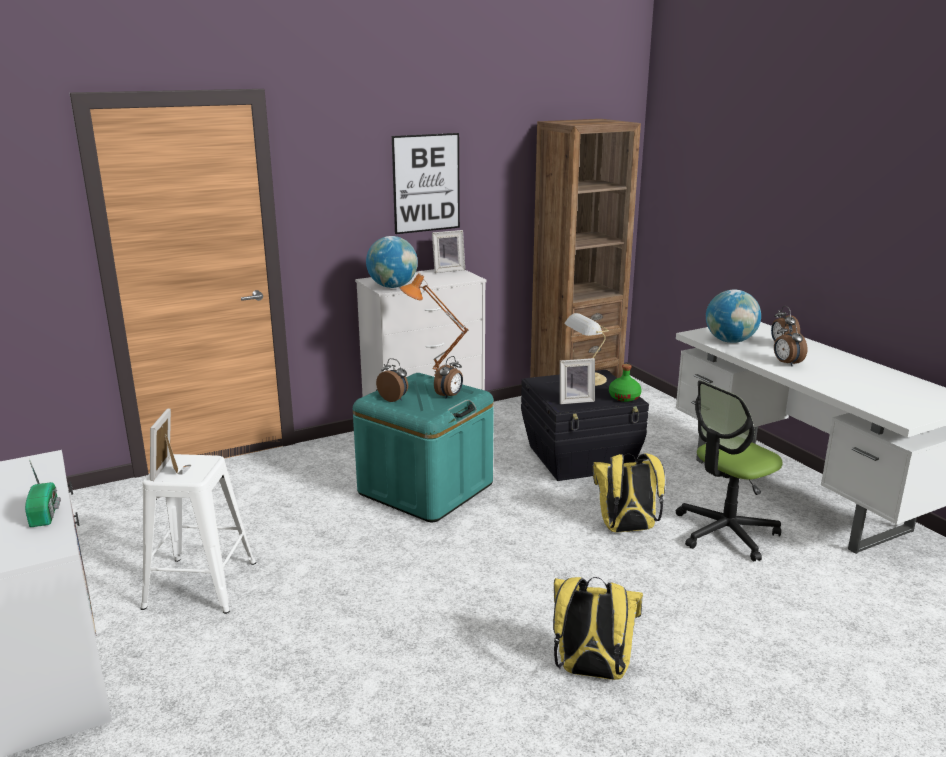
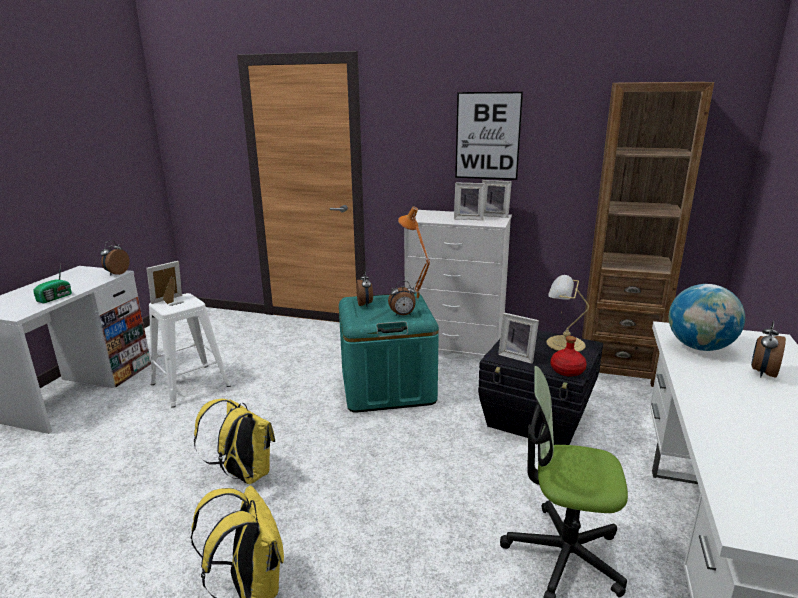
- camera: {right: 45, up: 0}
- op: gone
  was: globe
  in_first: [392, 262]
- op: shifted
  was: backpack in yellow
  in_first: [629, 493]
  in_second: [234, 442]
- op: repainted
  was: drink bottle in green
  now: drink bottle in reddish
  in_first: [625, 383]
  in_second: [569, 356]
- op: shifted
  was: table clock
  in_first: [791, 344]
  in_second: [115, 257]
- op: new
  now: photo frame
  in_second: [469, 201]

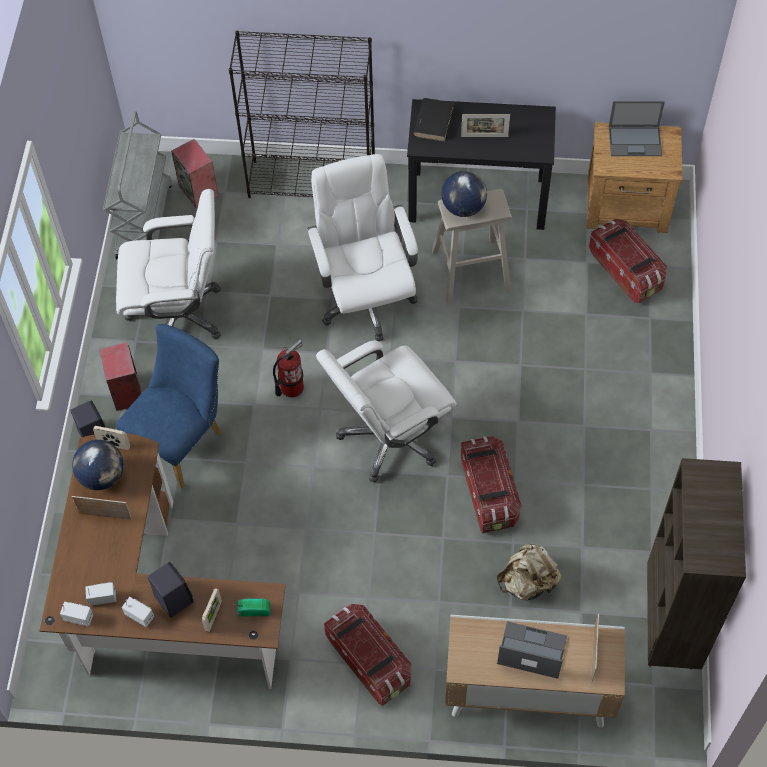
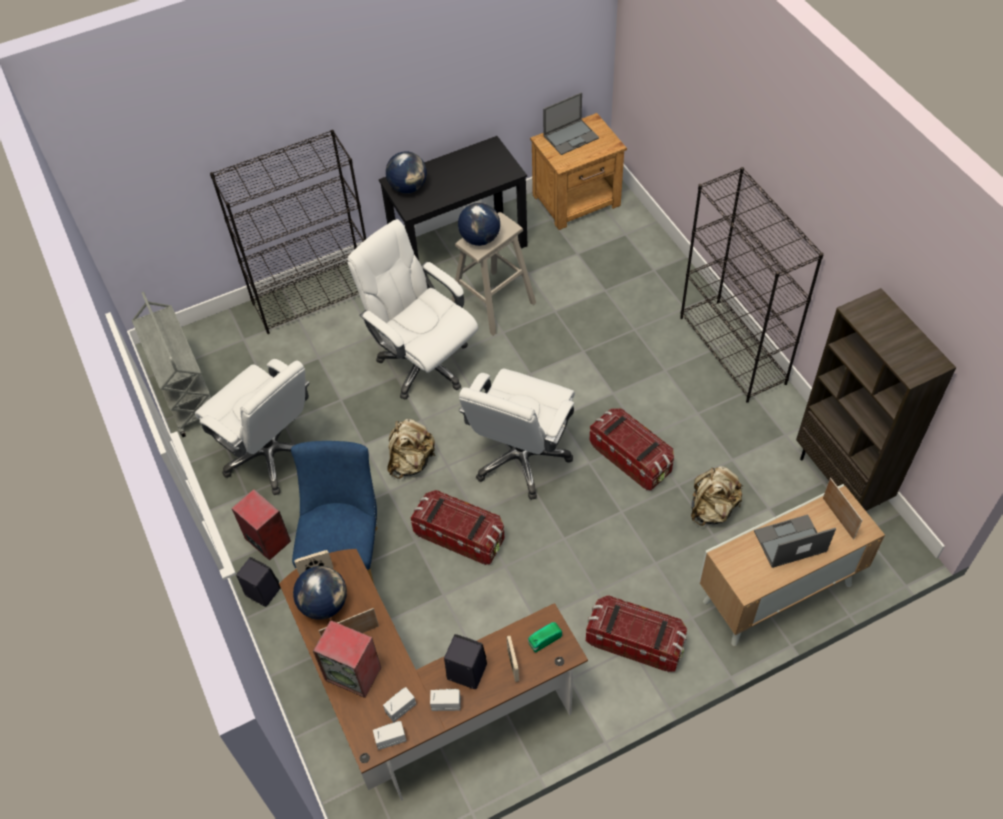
- camera: {right: -30, up: -5}
- op: rotated
  was: office chair in whitish
  in_first: [168, 264]
  in_second: [252, 427]
  clockwise: 75
- op: shifted
  was: speaker
  in_first: [195, 173]
  in_second: [347, 659]
- op: swapped
  was: fire-fighting cylinder
  now: backpack in beige
  in_first: [288, 368]
  in_second: [411, 449]
- op: swapped
  was: book in blackish
  now: globe
  in_first: [433, 120]
  in_second: [406, 172]
- op: gone
  was: photo frame
  in_first: [485, 125]
- op: shifted
  was: storage box
  in_first: [628, 261]
  in_second: [458, 527]
- op: new
  now: bookcase in blackish
  in_second: [752, 285]

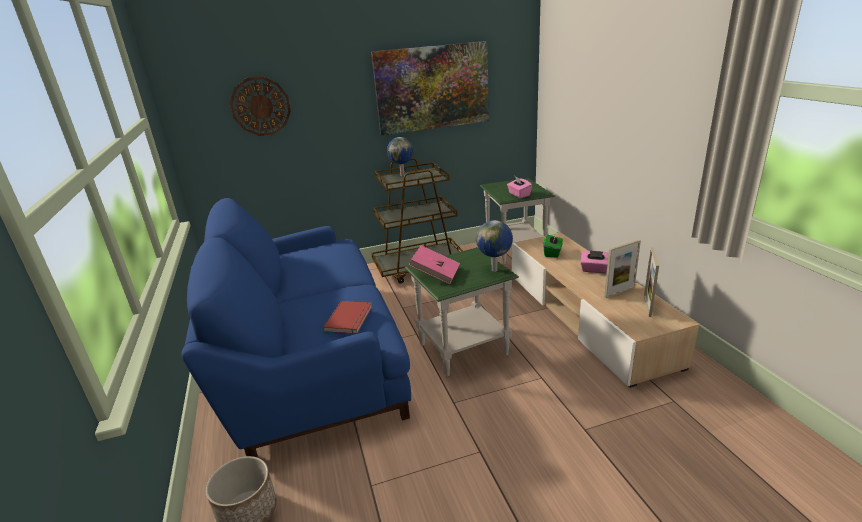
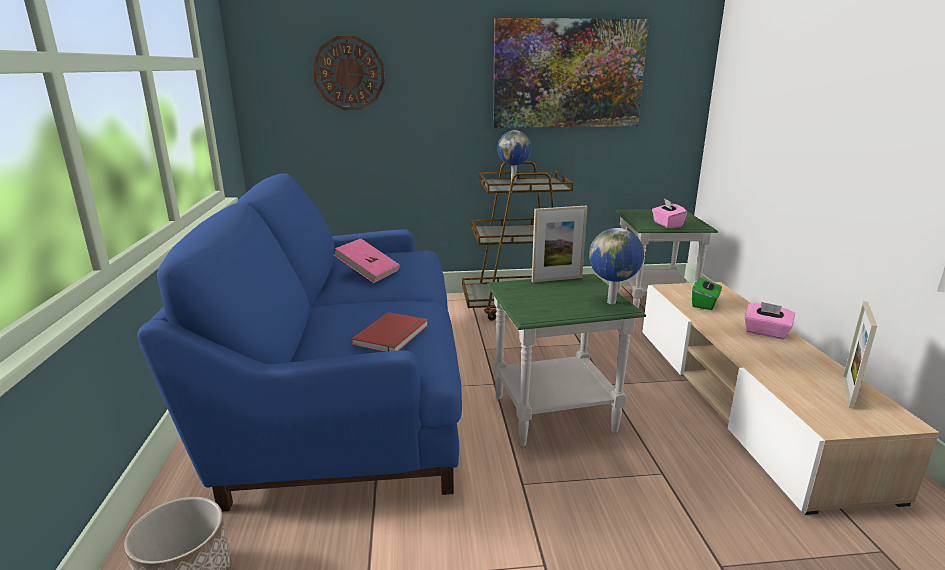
- camera: {right: 10, up: -5}
- op: shifted
  was: book in pinkish
  in_first: [434, 264]
  in_second: [367, 260]
- op: shifted
  was: photo frame
  in_first: [622, 269]
  in_second: [559, 244]

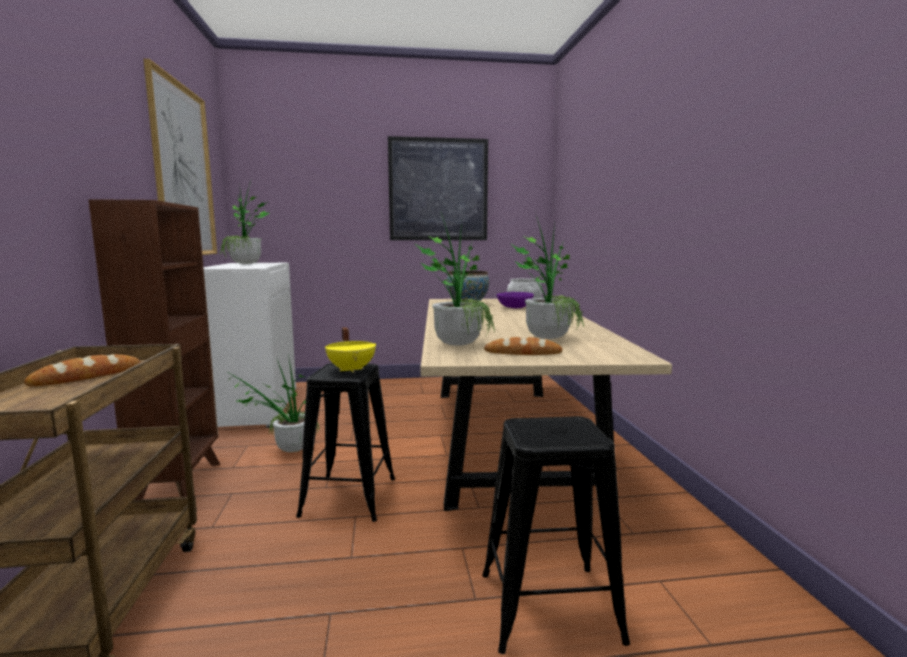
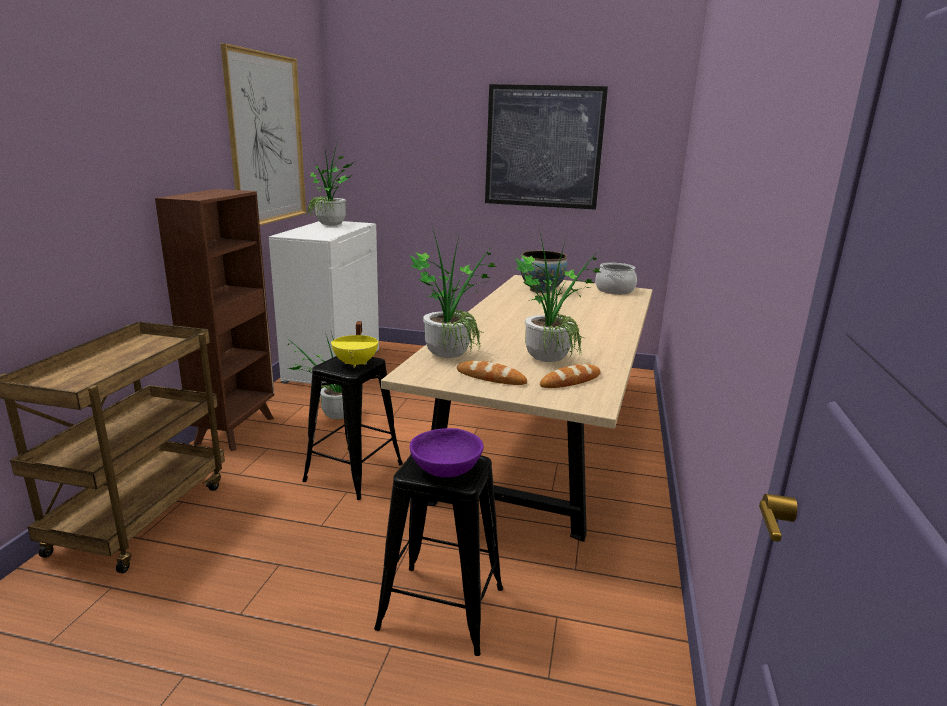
- camera: {right: 20, up: 10}
- op: shifted
  was: bakery bread
  in_first: [82, 370]
  in_second: [570, 376]
- op: shifted
  was: deep dish in purple
  in_first: [515, 300]
  in_second: [447, 452]

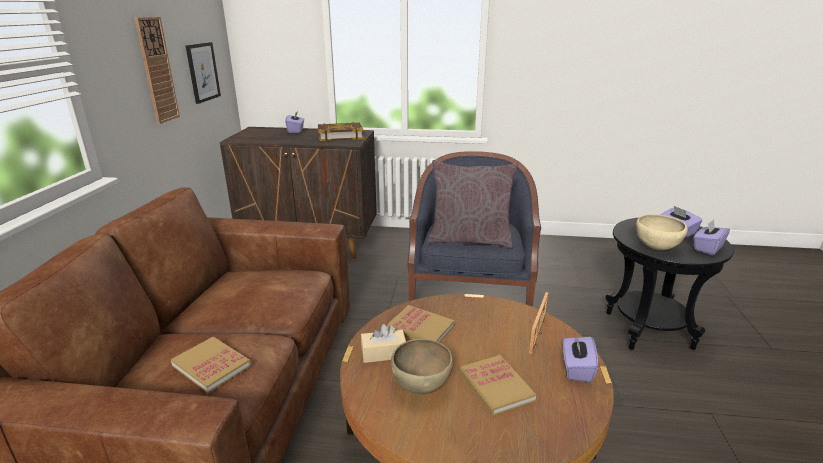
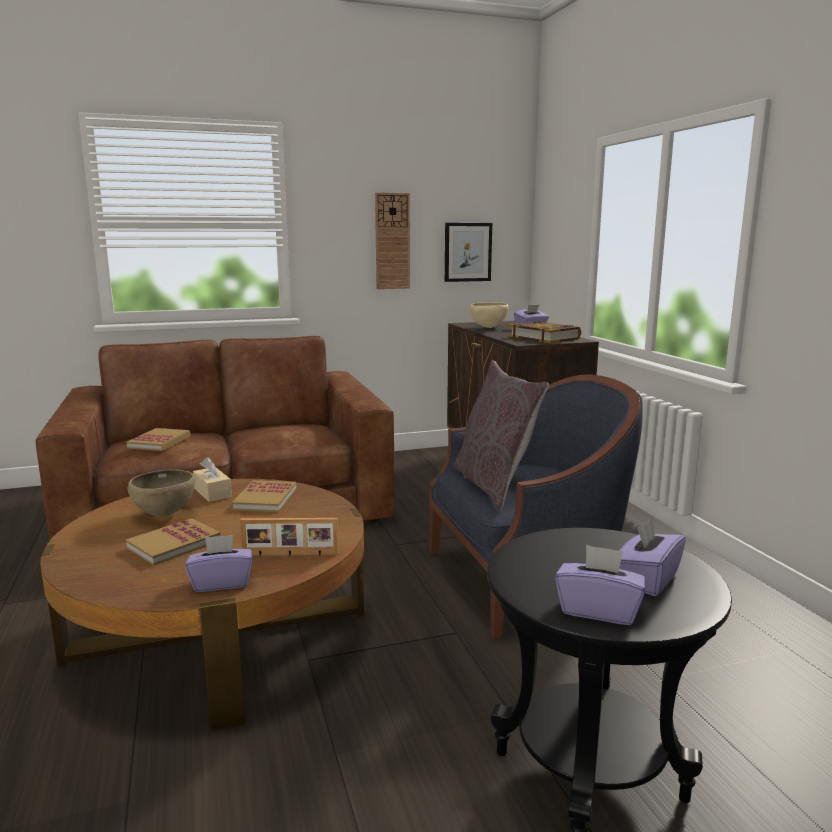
- camera: {right: 65, up: -10}
- op: shifted
  was: deep dish in beige
  in_first: [662, 232]
  in_second: [489, 315]

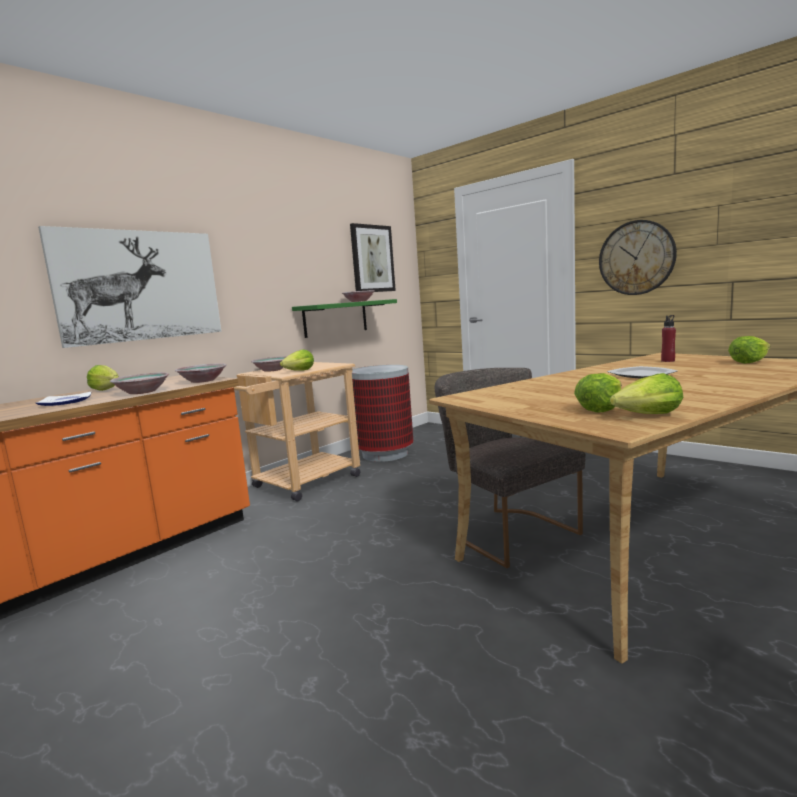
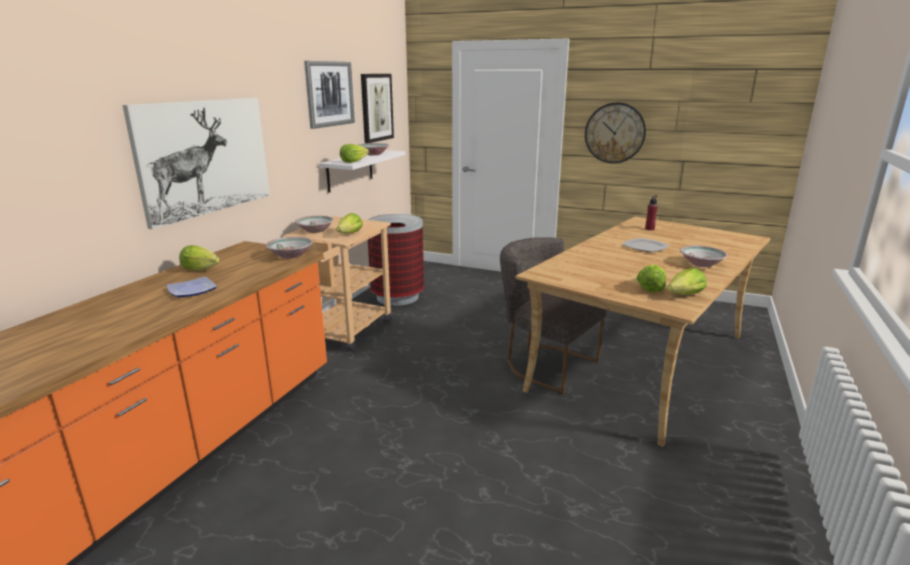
- camera: {right: -20, up: 10}
- op: shifted
  was: deep dish
  in_first: [139, 383]
  in_second: [704, 256]
- op: repainted
  was: wall shelf in green
  now: wall shelf in whitish
  in_first: [344, 318]
  in_second: [362, 171]
- op: shifted
  was: lettuce
  in_first: [749, 350]
  in_second: [354, 153]
- op: new
  now: wall picture
  in_second: [329, 95]

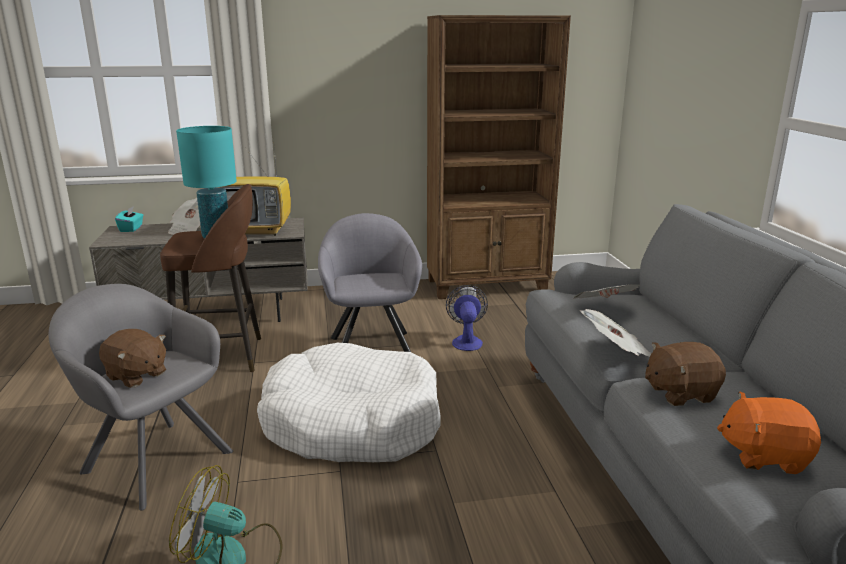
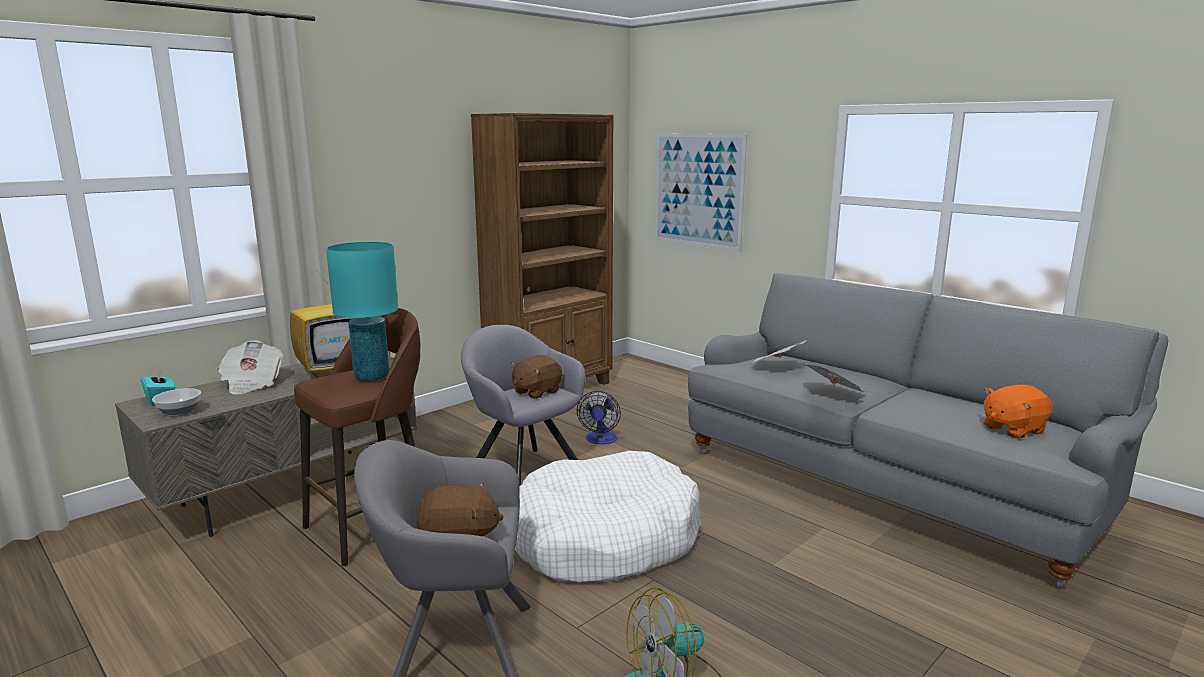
- camera: {right: -35, up: -5}
- op: rotated
  was: fan
  in_first: [467, 318]
  in_second: [599, 417]
  clockwise: -135
- op: shifted
  was: plush toy in brown-coloured
  in_first: [685, 374]
  in_second: [537, 377]
- op: new
  now: deep dish
  in_second: [176, 402]
- op: new
  now: wall picture
  in_second: [701, 192]

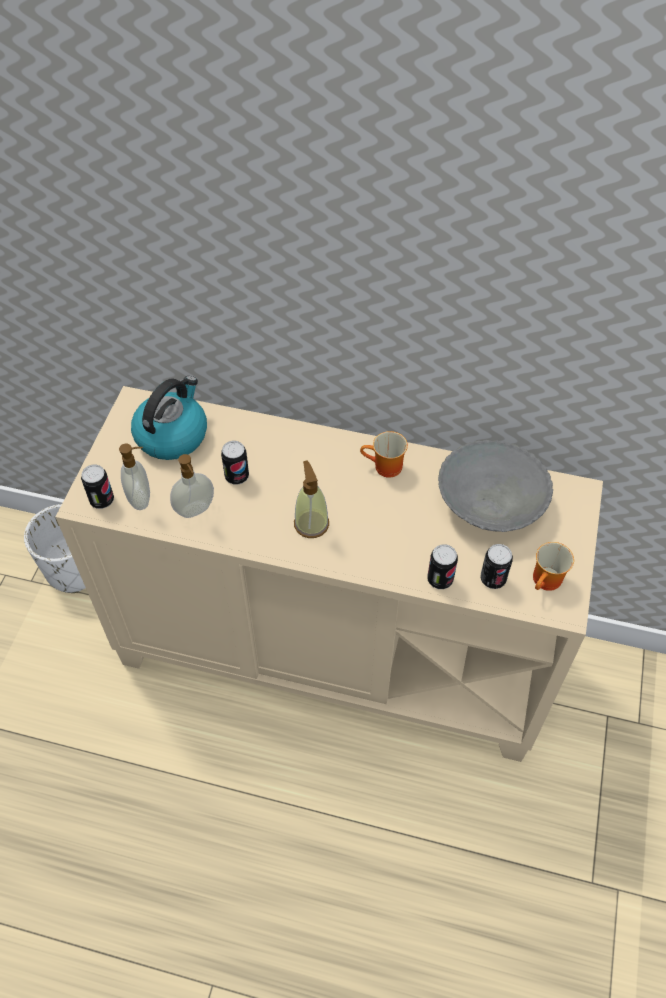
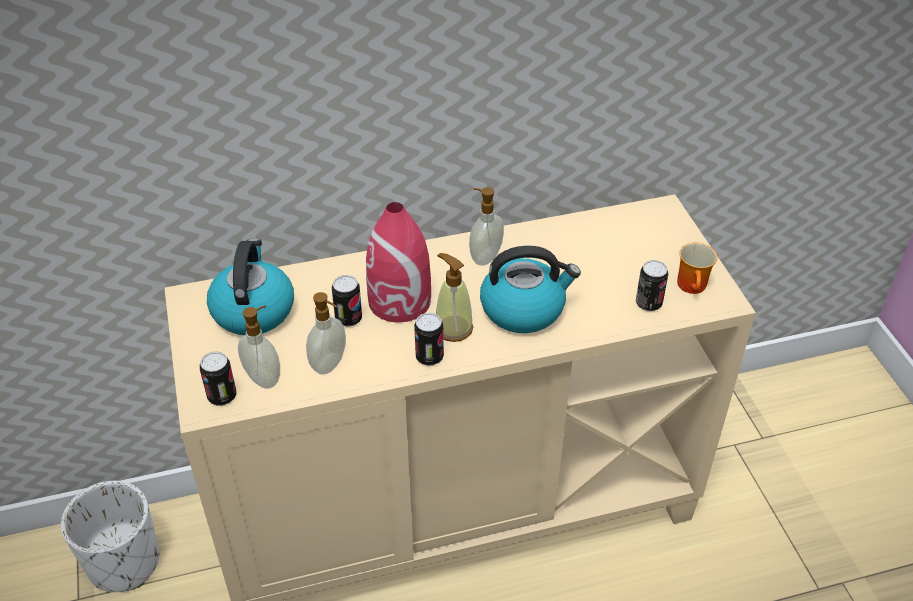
- camera: {right: -30, up: -10}
- op: swapped
  was: tea mug
  now: soap bottle
  in_first: [384, 454]
  in_second: [486, 226]
- op: shifted
  was: sealed can
  in_first: [442, 566]
  in_second: [429, 339]
- op: gone
  was: deep dish in grey
  in_first: [495, 486]
- op: new
  now: decorative vase in reddish
  in_second: [398, 262]
- op: new
  now: water kettle
  in_second: [530, 289]

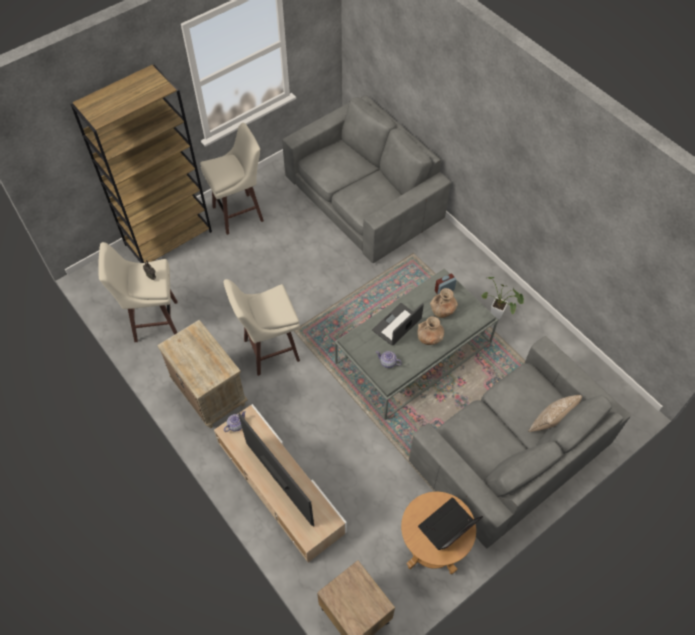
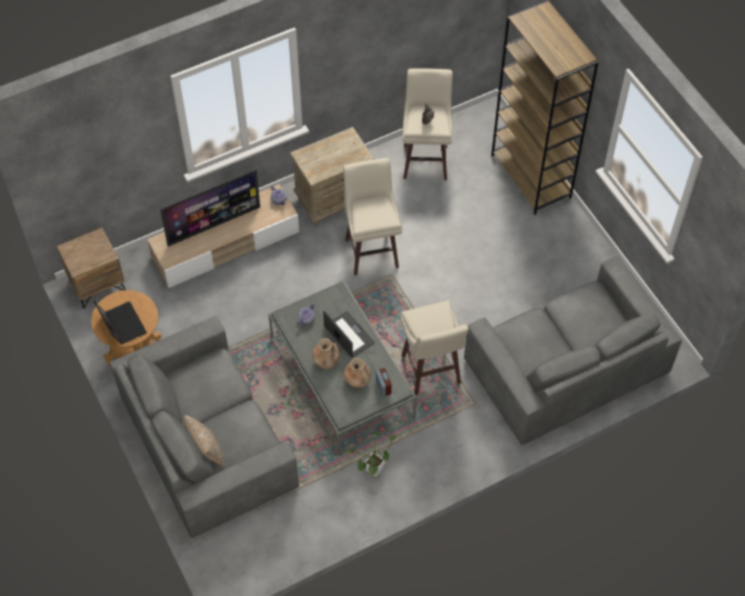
- camera: {right: 100, up: 0}
- op: shifted
  was: stool seat in beige
  in_first: [232, 179]
  in_second: [434, 348]

